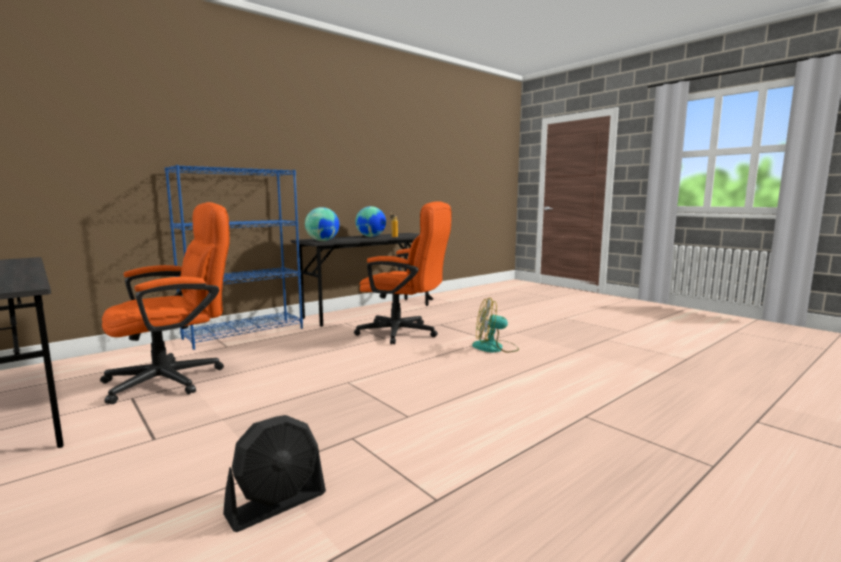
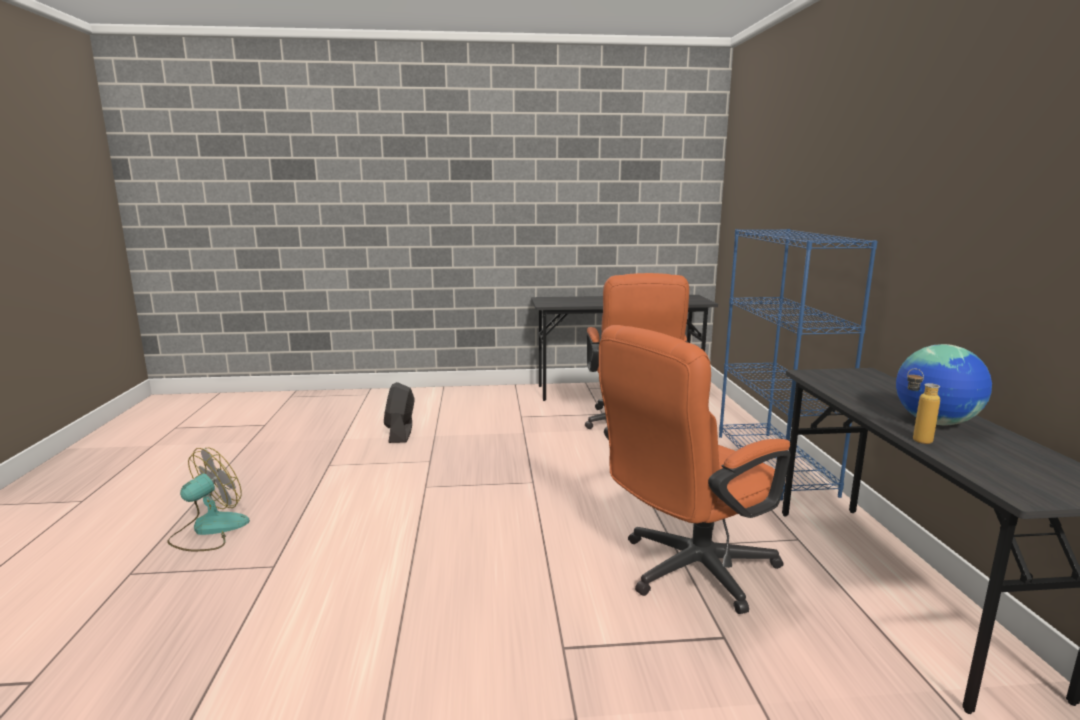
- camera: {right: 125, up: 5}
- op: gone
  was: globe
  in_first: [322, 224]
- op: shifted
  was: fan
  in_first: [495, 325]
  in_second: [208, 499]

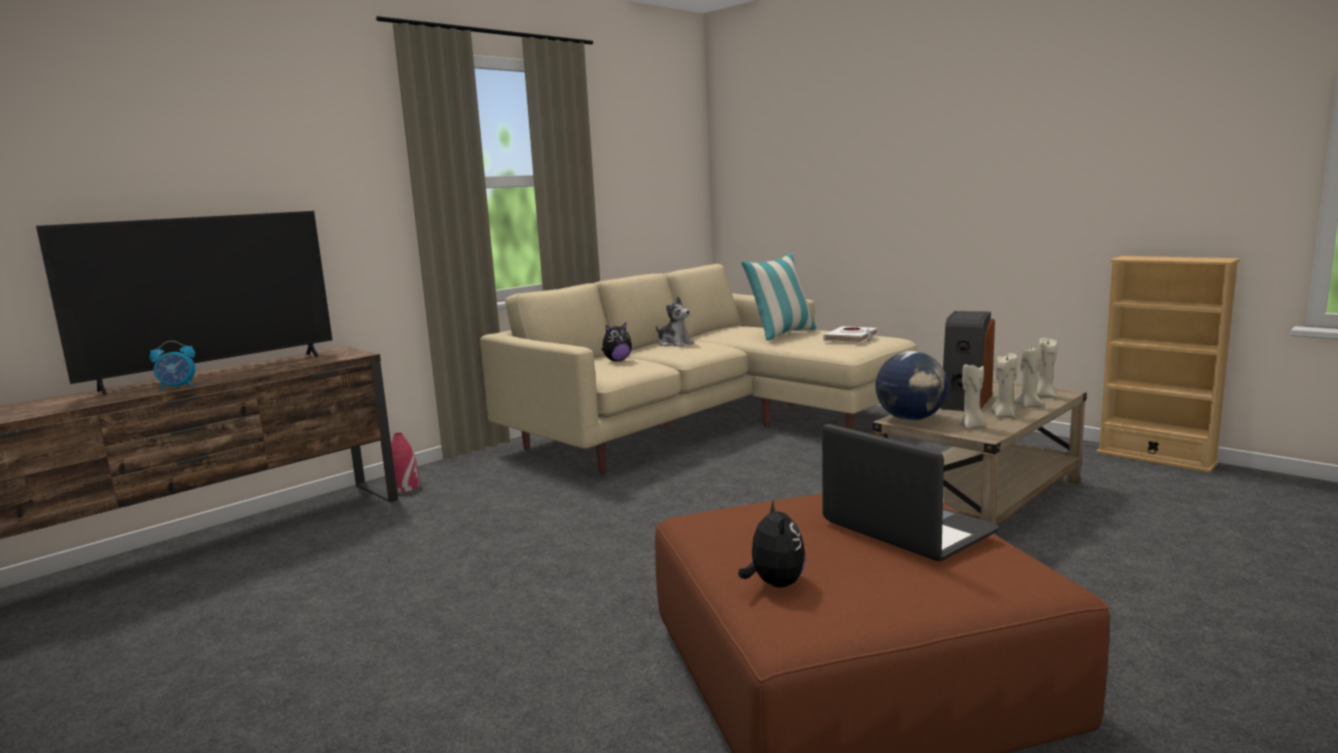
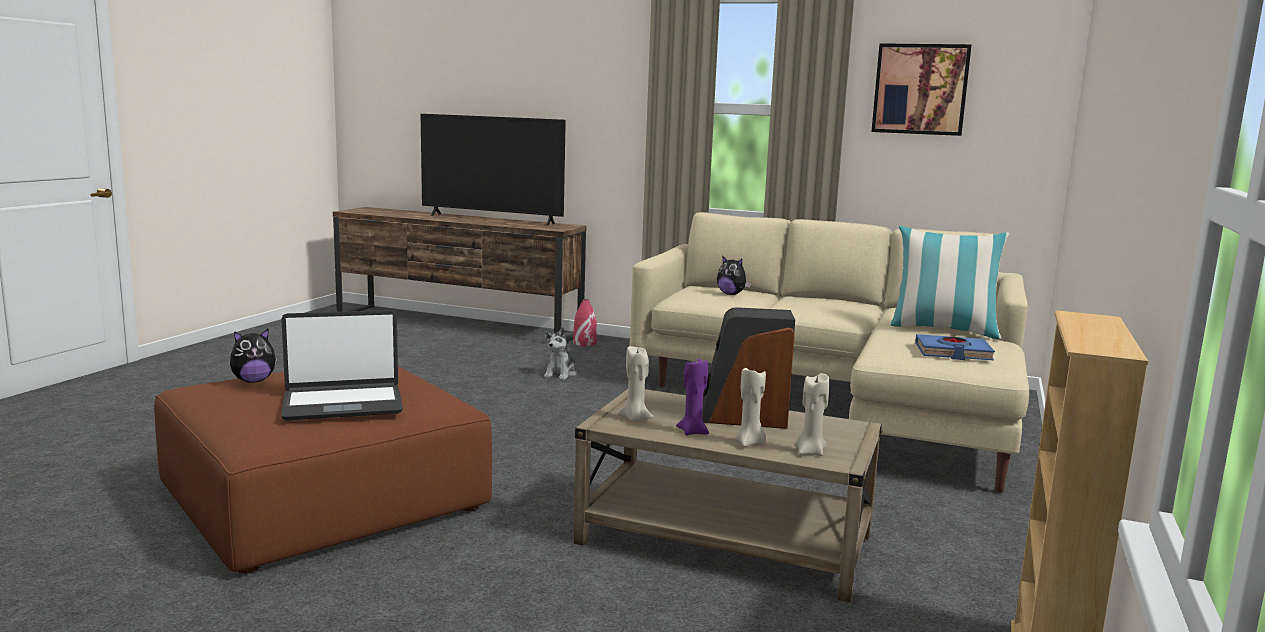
- camera: {right: 65, up: 0}
- op: gone
  was: table clock
  in_first: [172, 366]
- op: shifted
  was: plush toy
  in_first: [675, 321]
  in_second: [560, 353]
- op: rotated
  was: notebook computer
  in_first: [910, 492]
  in_second: [342, 365]
  clockwise: 45
- op: repainted
  was: book in whitish
  now: book in blue
  in_first: [850, 334]
  in_second: [955, 347]
- op: gone
  was: globe
  in_first: [911, 386]
- op: repainted
  was: wax candle in beige
  now: wax candle in purple
  in_first: [1004, 385]
  in_second: [692, 396]
- op: new
  now: wall picture
  in_second: [921, 89]

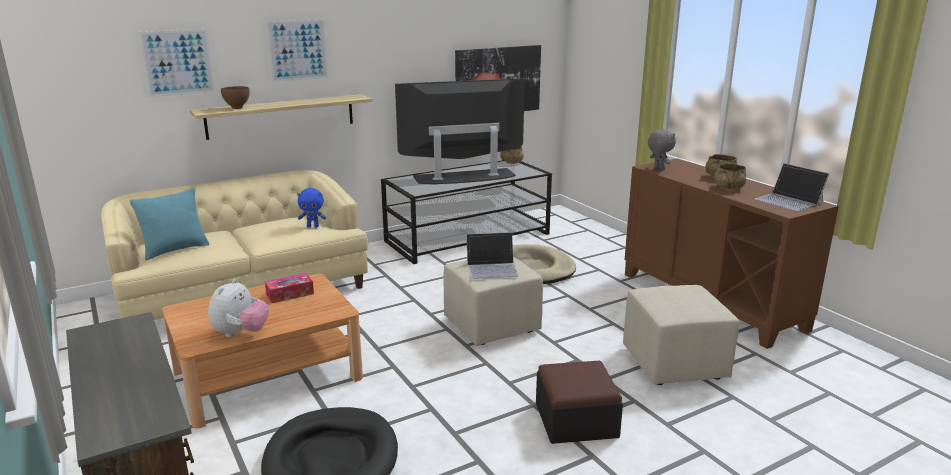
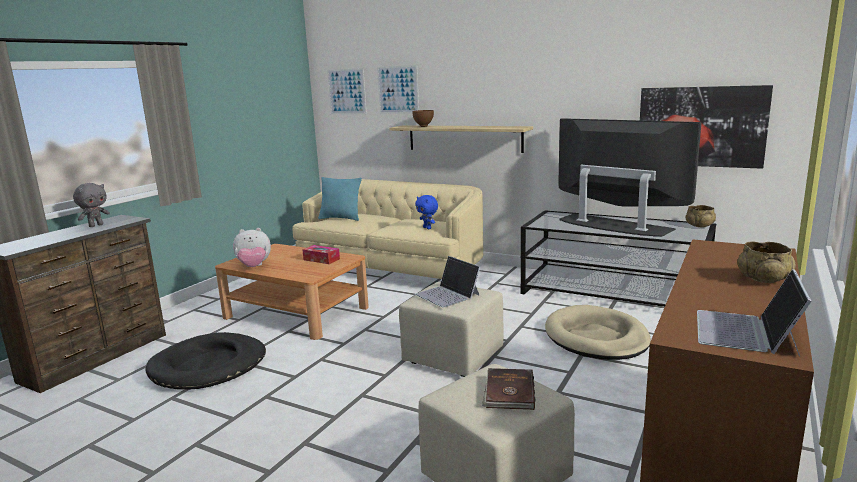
- camera: {right: 60, up: -5}
- op: shifted
  was: wall picture
  in_first: [297, 50]
  in_second: [347, 91]
- op: gone
  was: footrest
  in_first: [579, 402]
- op: shifted
  was: plush toy in grey
  in_first: [662, 149]
  in_second: [91, 205]
- op: gone
  was: deep dish in beige
  in_first: [730, 176]
- op: new
  now: book in brown-coloured
  in_second: [508, 389]

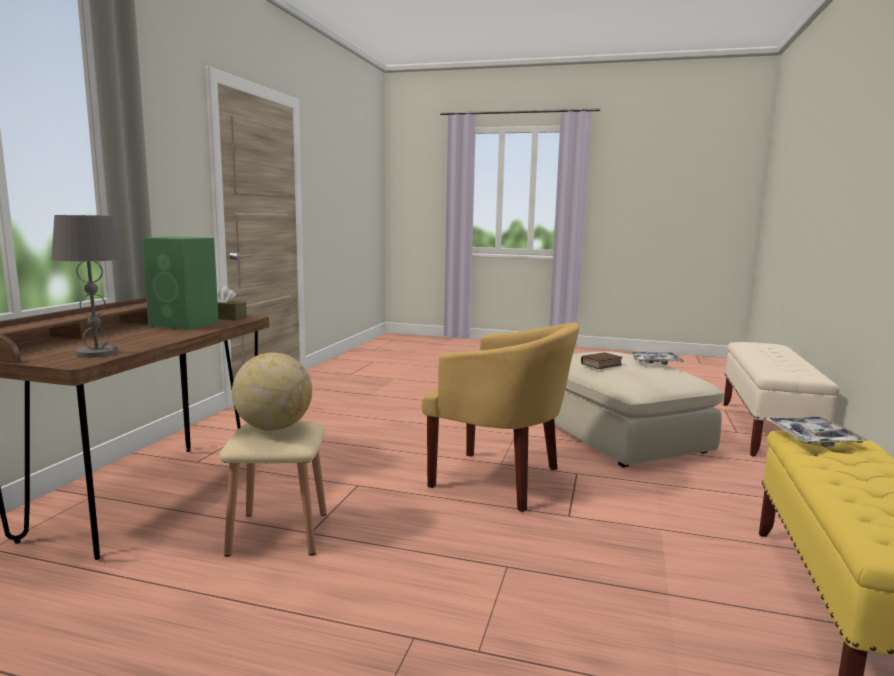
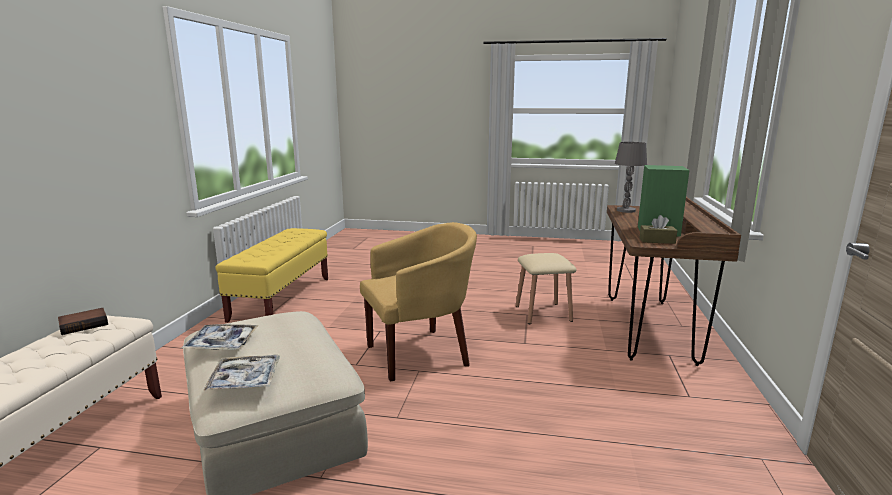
- camera: {right: 175, up: 5}
- op: gone
  was: globe
  in_first: [272, 392]
- op: rotated
  was: lounge chair in yellow
  in_first: [501, 417]
  in_second: [418, 302]
  clockwise: 135
- op: shifted
  was: book
  in_first: [602, 360]
  in_second: [83, 321]
- op: shifted
  was: carrying tray
  in_first: [817, 432]
  in_second: [241, 373]

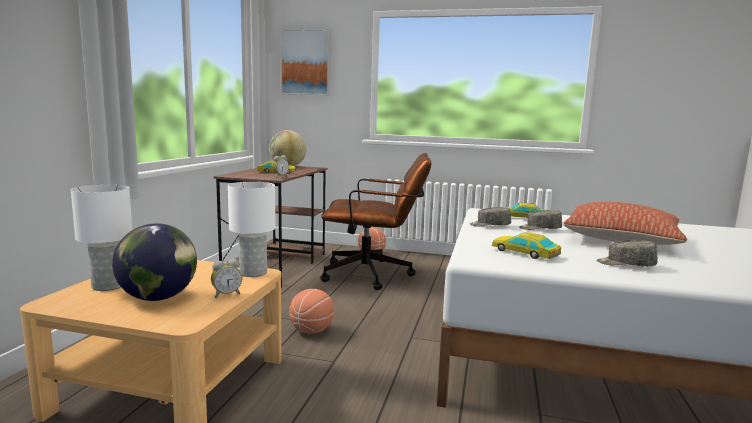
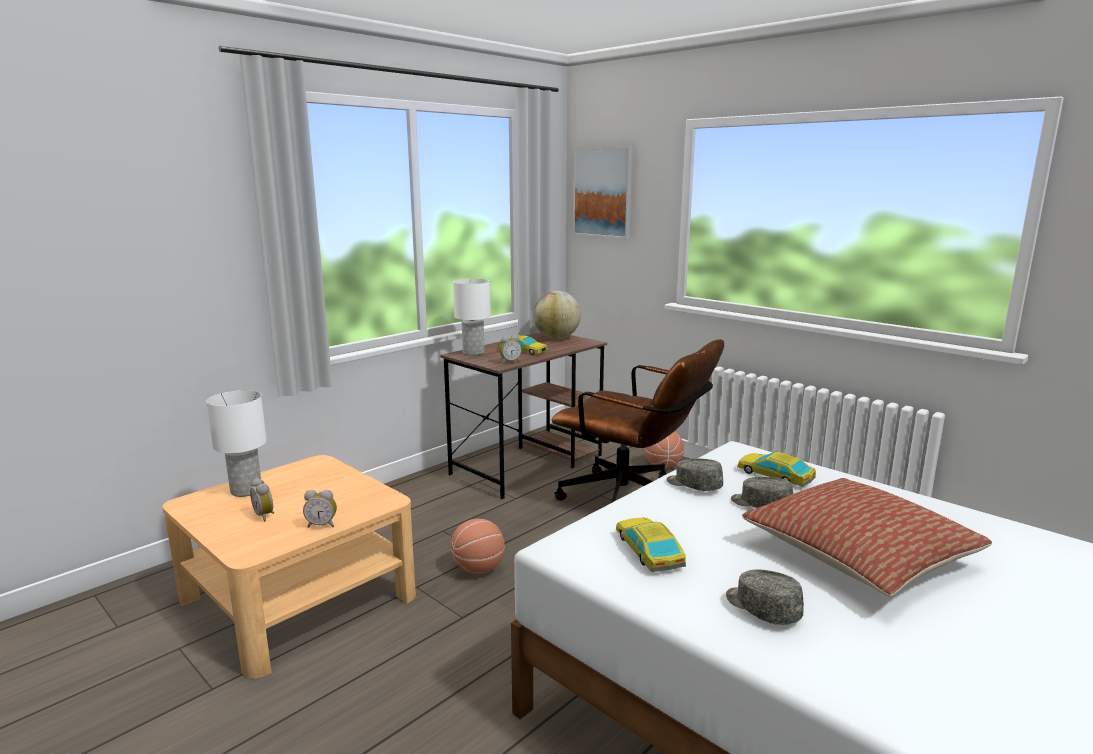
- camera: {right: 30, up: 5}
- op: swapped
  was: globe
  now: table clock
  in_first: [154, 262]
  in_second: [262, 500]
- op: shifted
  was: tabletop lamp in whitish
  in_first: [251, 229]
  in_second: [472, 317]

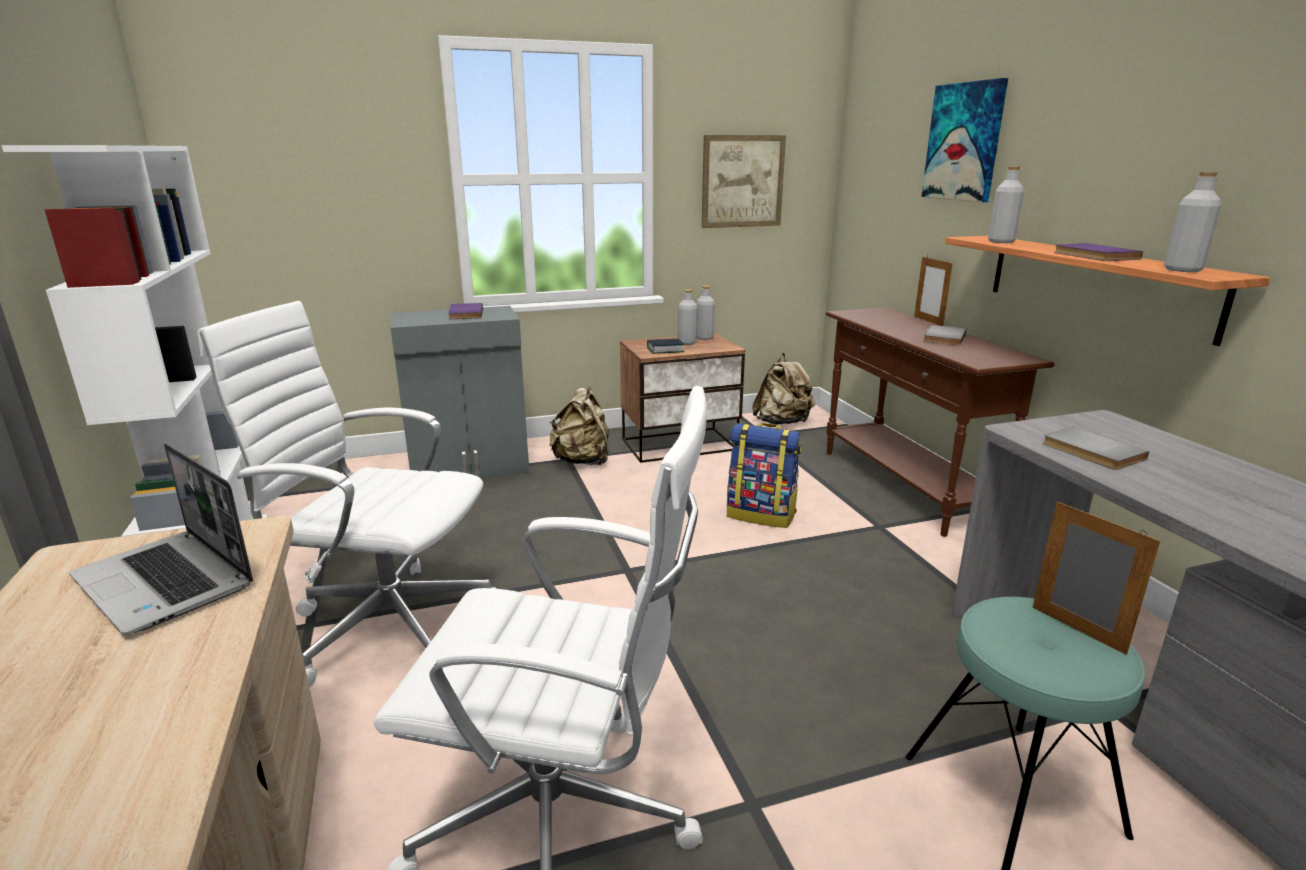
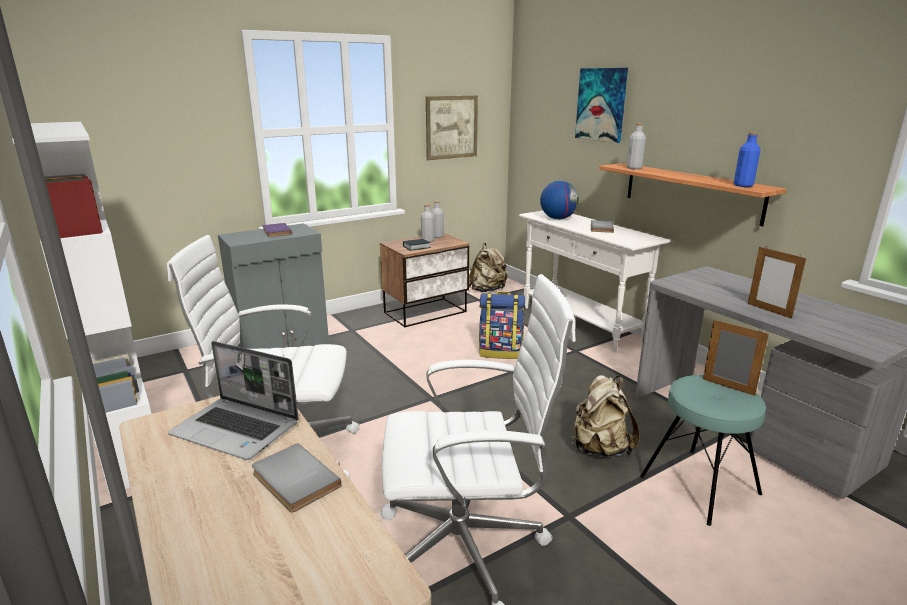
- camera: {right: -15, up: 0}
- op: shifted
  was: backpack in beige
  in_first: [579, 426]
  in_second: [606, 416]
- op: repainted
  was: narrow table in brown-coloured
  now: narrow table in whitish
  in_first: [940, 422]
  in_second: [594, 281]
- op: shifted
  was: photo frame
  in_first: [933, 291]
  in_second: [777, 282]
- op: shifted
  was: book in grey
  in_first: [1096, 448]
  in_second: [296, 477]
- op: gone
  was: book in purple
  in_first: [1098, 252]
- op: repainted
  was: drink bottle in grey
  now: drink bottle in blue
  in_first: [1192, 222]
  in_second: [747, 159]
- op: new
  now: globe
  in_second: [559, 199]

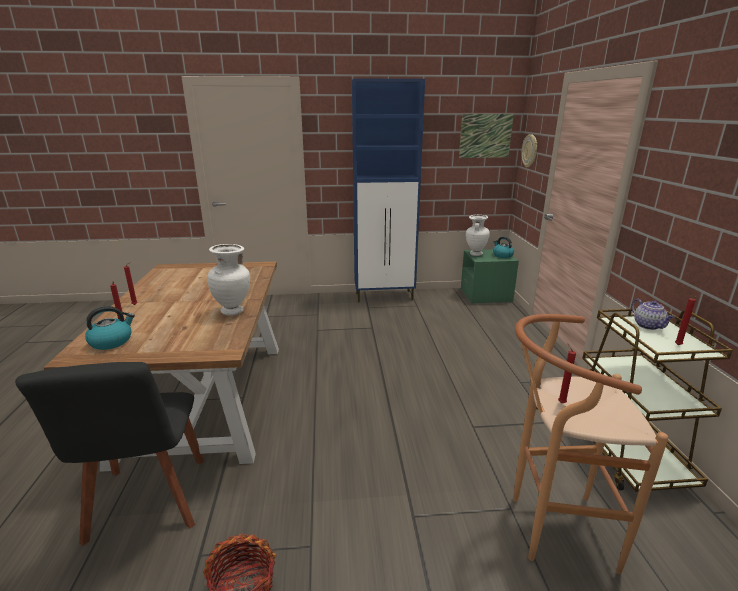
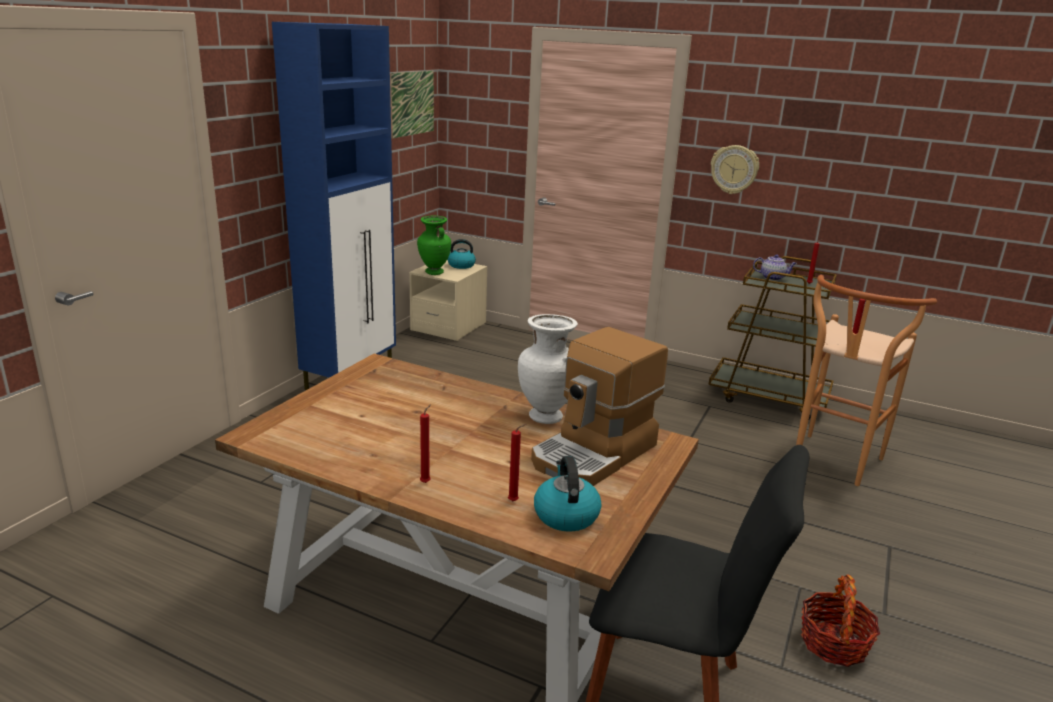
- camera: {right: -60, up: 0}
- op: repainted
  was: night table in green
  now: night table in beige
  in_first: [490, 276]
  in_second: [448, 300]
- op: repainted
  was: decorative vase in whitish
  now: decorative vase in green
  in_first: [478, 235]
  in_second: [434, 245]
- op: shifted
  was: hanging clock
  in_first: [529, 151]
  in_second: [735, 169]
- op: new
  now: coffee maker
  in_second: [599, 406]

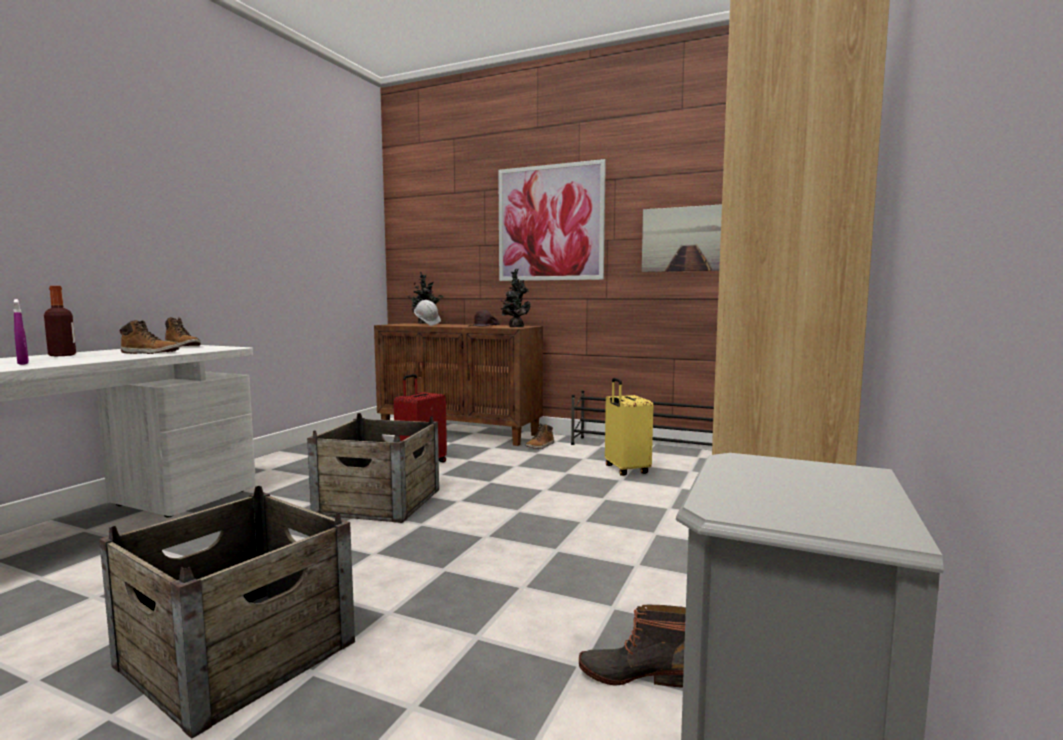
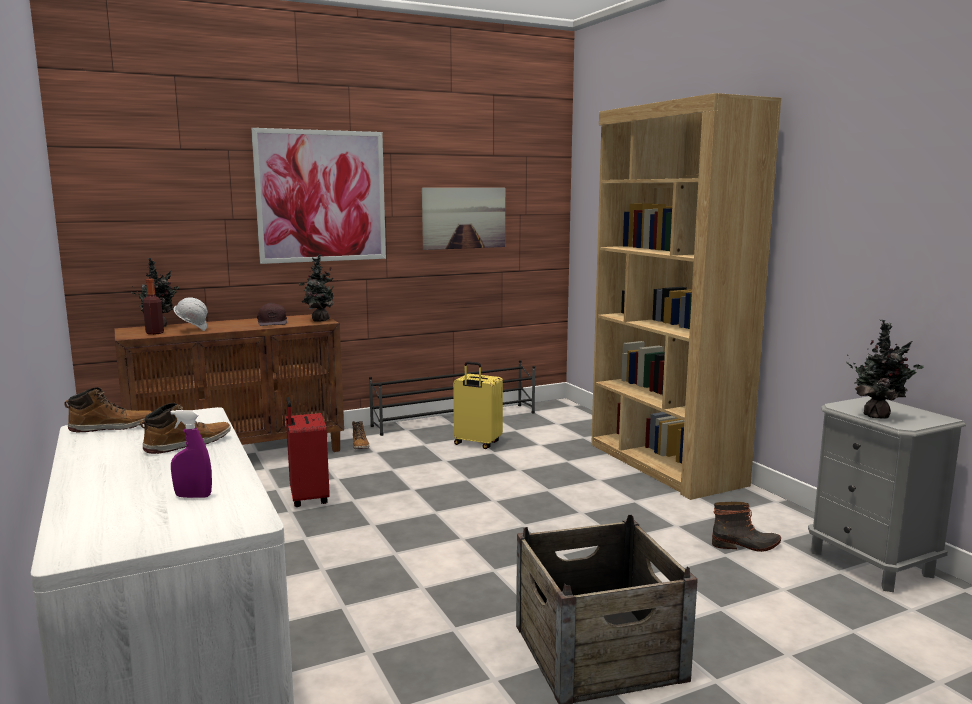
- camera: {right: -50, up: 5}
- op: shifted
  was: drink bottle
  in_first: [60, 321]
  in_second: [153, 307]
- op: gone
  was: crate
  in_first: [373, 468]
- op: rotated
  was: boot
  in_first: [632, 646]
  in_second: [746, 527]
  clockwise: -135
- op: new
  now: houseplant
  in_second: [885, 369]

